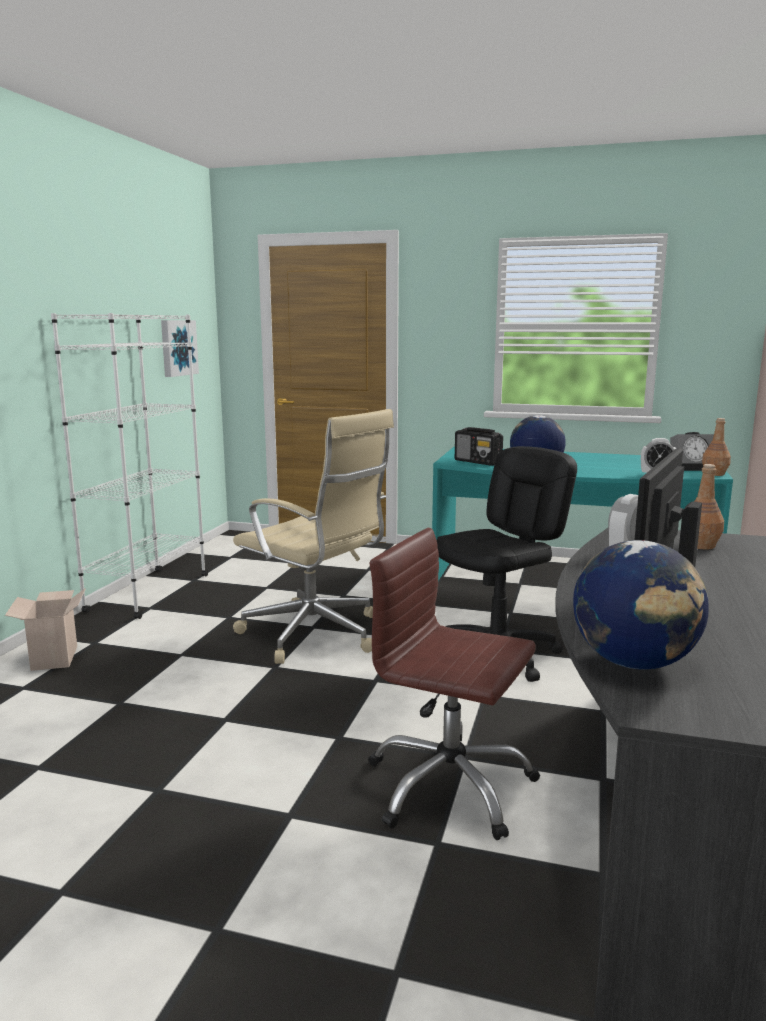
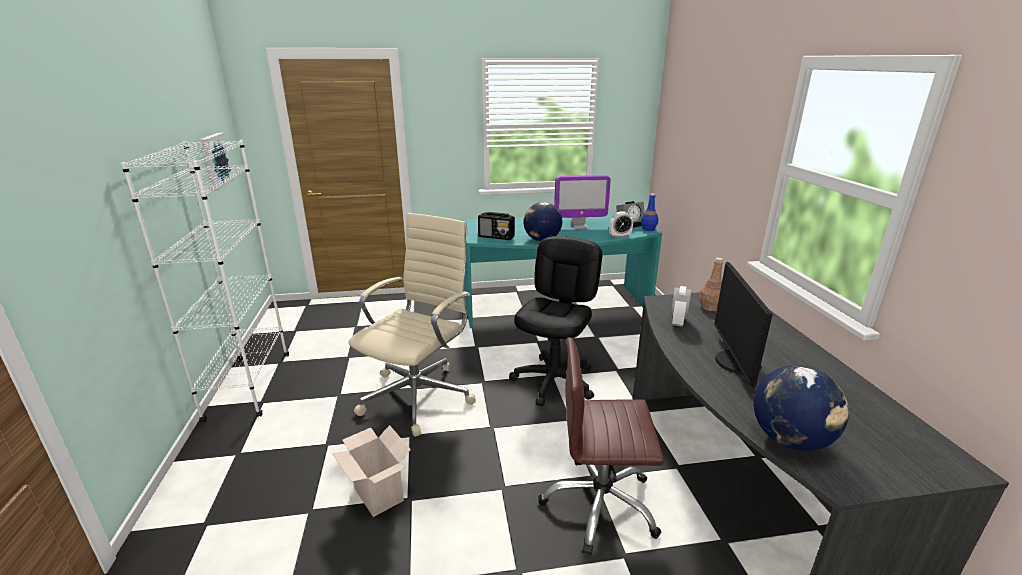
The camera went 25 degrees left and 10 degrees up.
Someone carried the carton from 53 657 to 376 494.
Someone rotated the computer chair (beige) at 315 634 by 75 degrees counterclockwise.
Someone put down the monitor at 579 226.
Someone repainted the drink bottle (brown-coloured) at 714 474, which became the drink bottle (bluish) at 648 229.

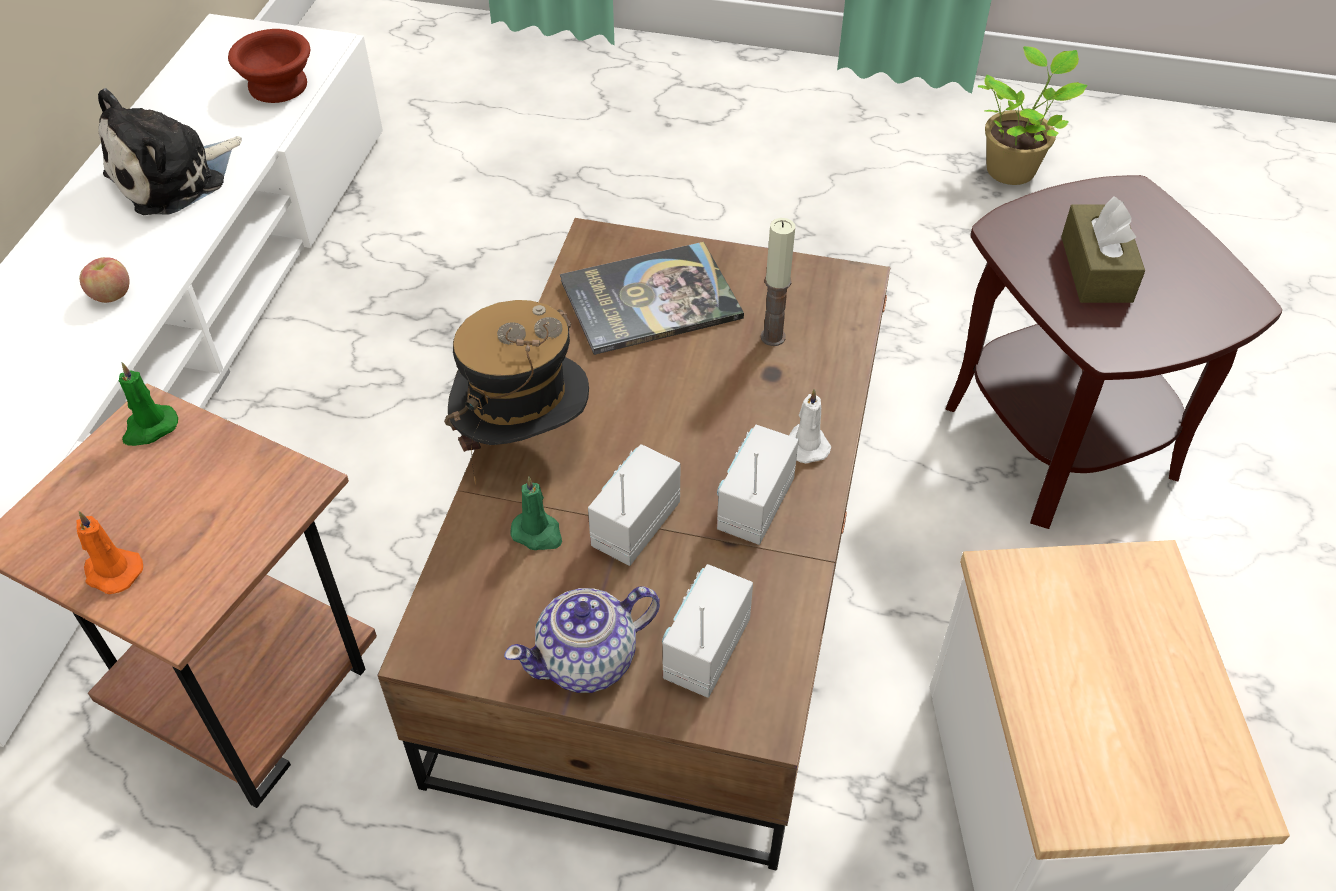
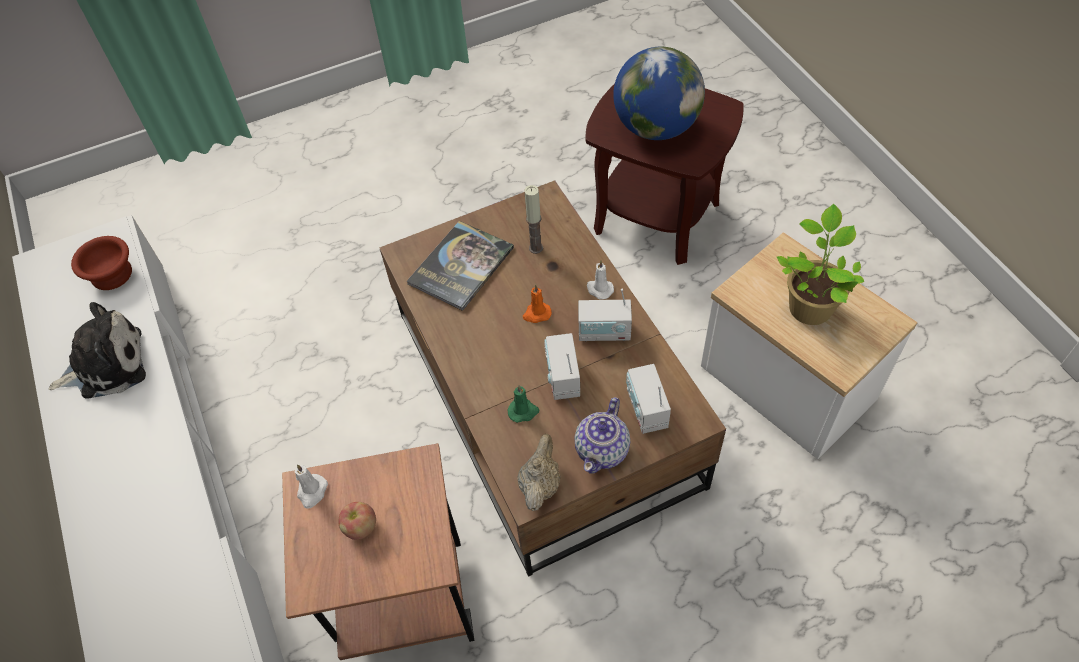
The camera went 35 degrees left and 5 degrees up.
Someone rotated the cuddly toy at 173 177 by 120 degrees counterclockwise.
Someone repainted the wax light (green) at 149 428, which became the wax light (white) at 312 492.
Someone carried the apple fruit from 111 295 to 361 527.
Someone put down the teapot (beige) at 540 485.
Someone carried the wax light (orange-coloured) from 112 572 to 536 314.
Someone rotated the radio set at 754 506 by 75 degrees counterclockwise.
Someone swapped the tissue box (brown-coloured) at 1096 269 for the globe at 656 128.
Someone carried the potted plant from 1013 168 to 810 305.
Someone took away the wearable hat at 524 443.

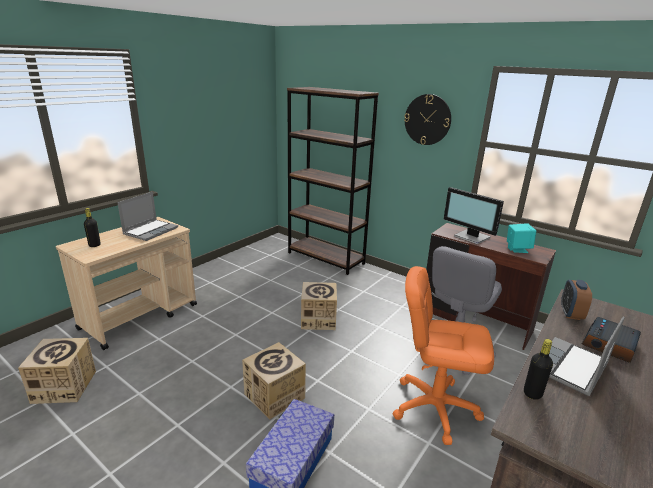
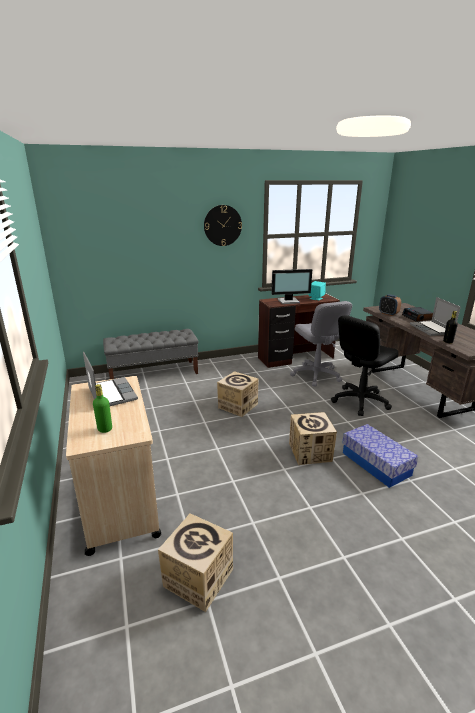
The camera went 55 degrees left and 0 degrees up.
Someone repainted the drink bottle (black) at 94 245, which became the drink bottle (green) at 105 429.
Someone swapped the shelving unit (brown-coloured) at 326 258 for the bench (greyish) at 153 373.
Someone repainted the computer chair (orange-coloured) at 434 407, which became the computer chair (black) at 360 401.

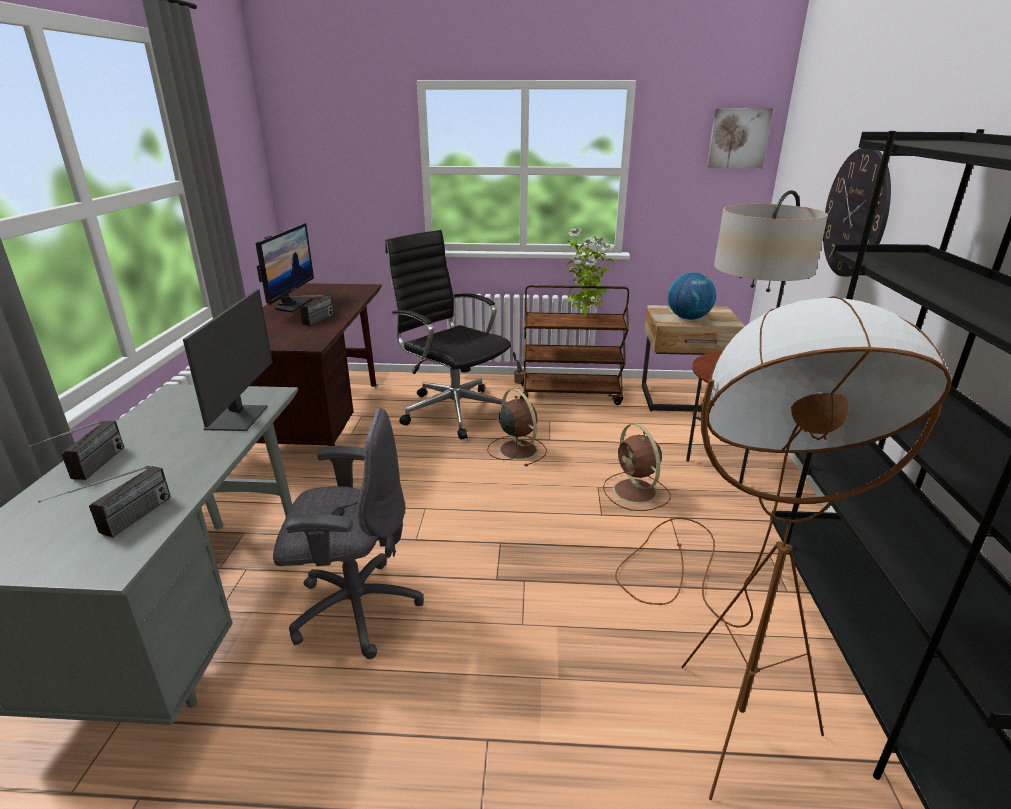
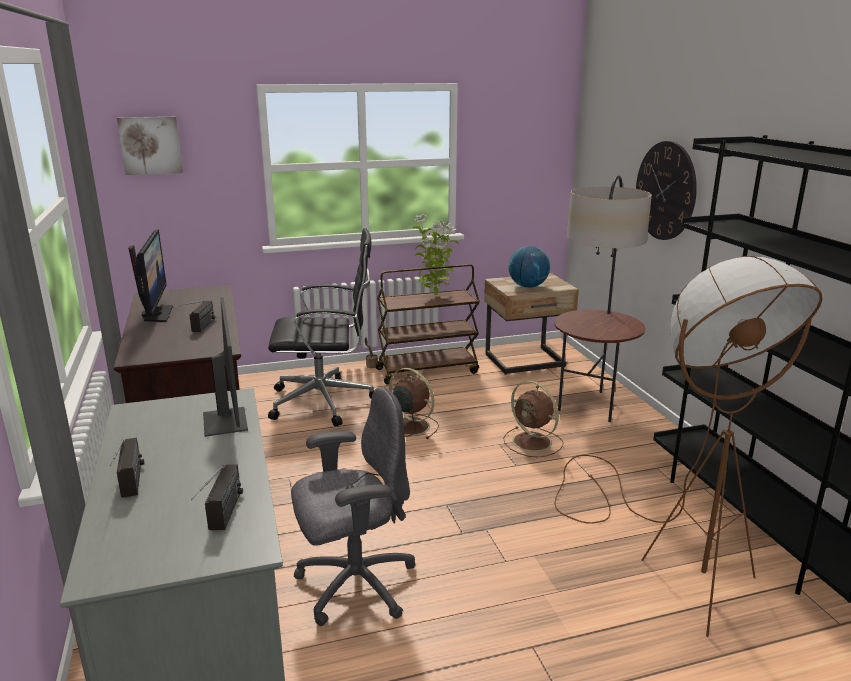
The camera went 20 degrees left and 5 degrees down.
Someone carried the wall picture from 738 138 to 150 145.
Someone rotated the computer chair (black) at 453 410 by 150 degrees clockwise.

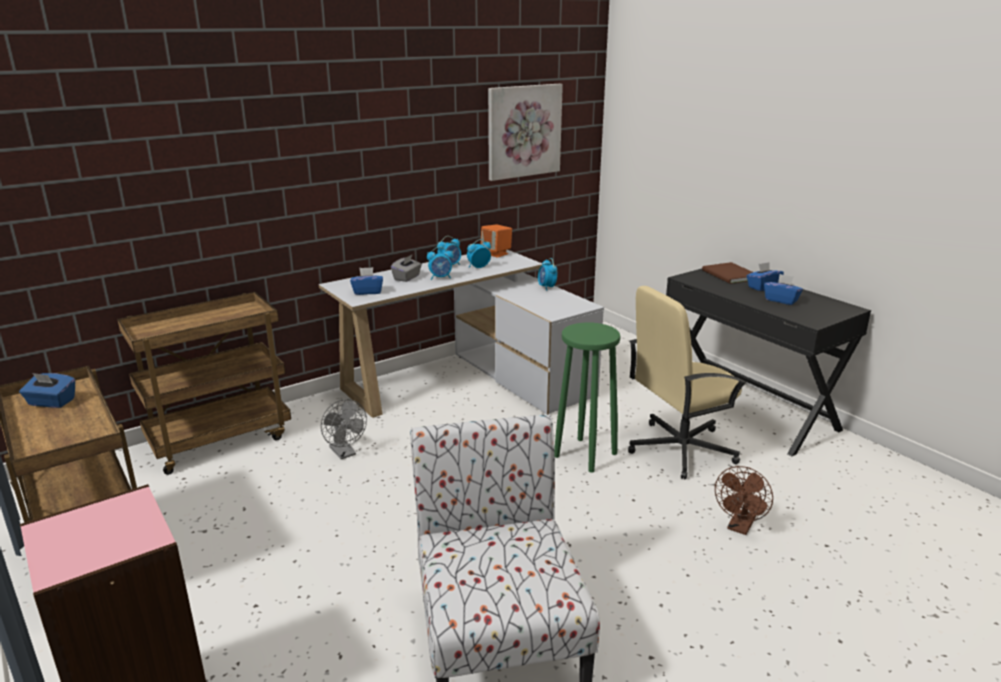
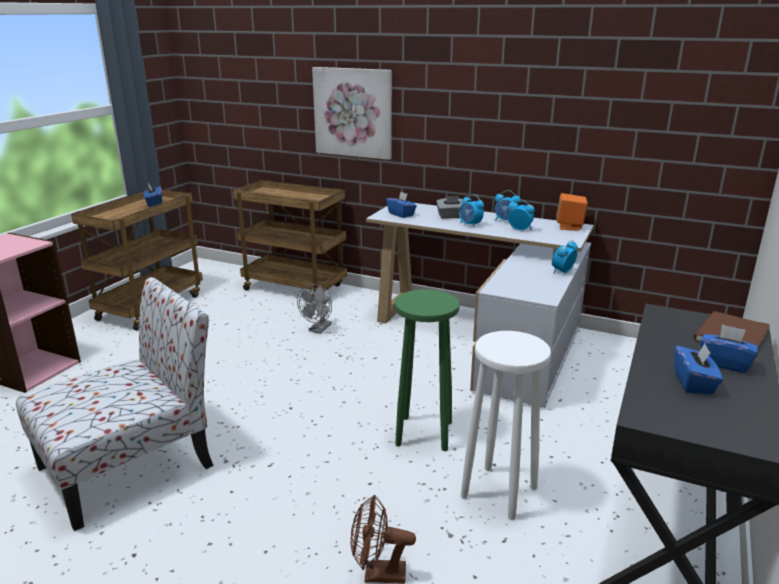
The camera went 60 degrees right and 0 degrees up.
Someone carried the wall picture from 523 131 to 353 112.
Someone swapped the computer chair (beige) at 679 449 for the stool (white) at 499 491.

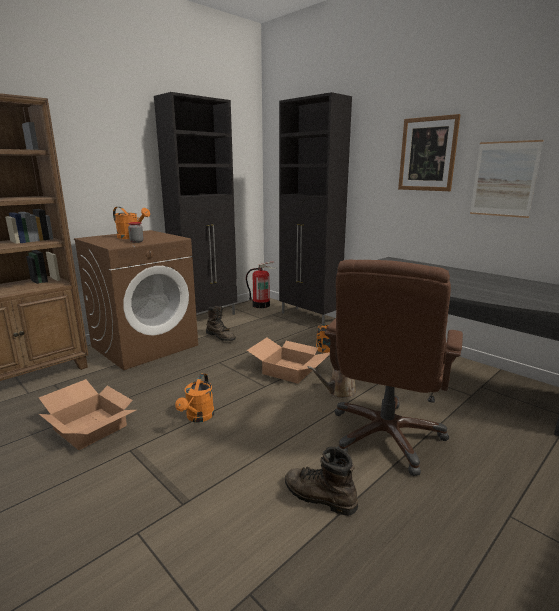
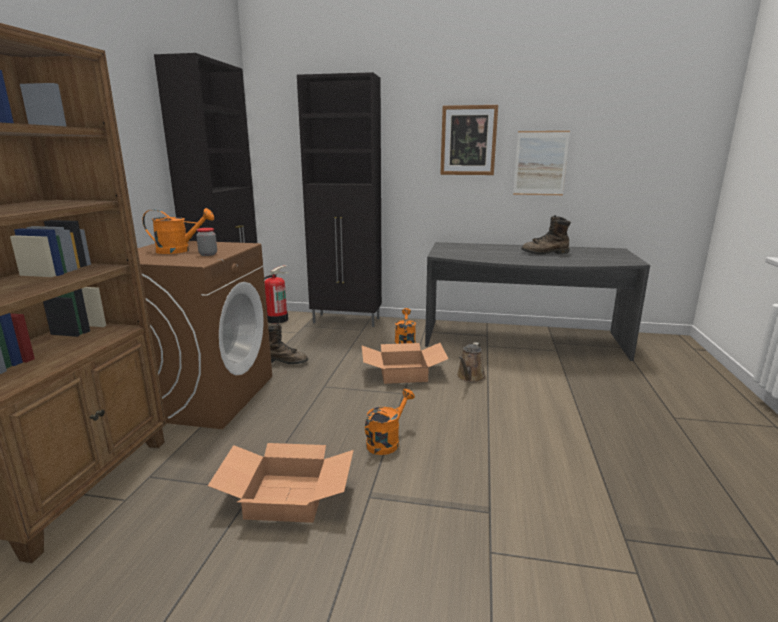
The camera went 35 degrees left and 0 degrees up.
Someone rotated the watering pot (orange-coloured) at 198 417 by 120 degrees counterclockwise.
Someone carried the tall boot (brown-coloured) from 319 497 to 545 253.
Someone took away the computer chair (brown-coloured) at 385 436.

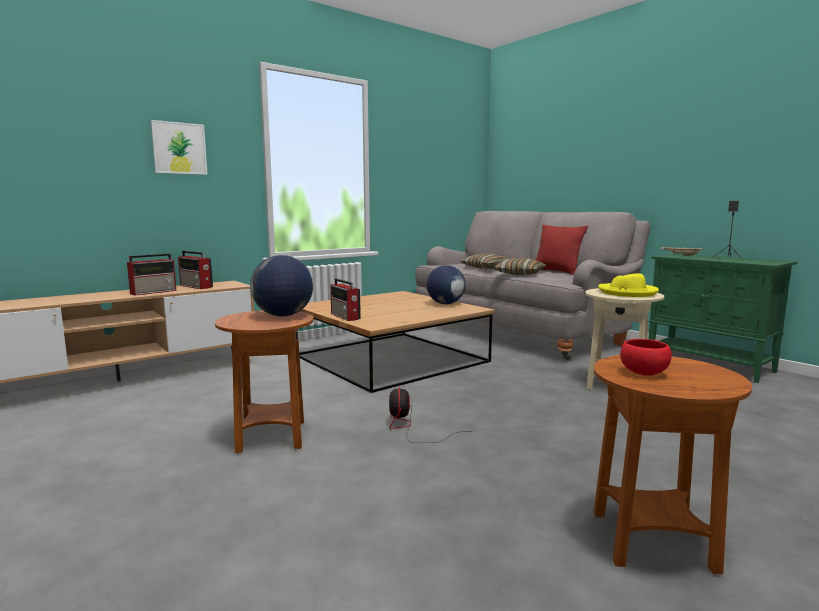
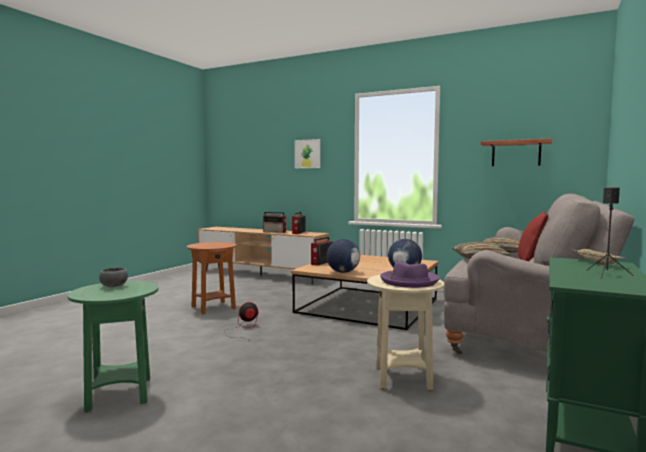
The camera went 65 degrees right and 5 degrees down.
Someone repainted the accent table (brown-coloured) at 651 542, which became the accent table (green) at 119 395.
Someone repainted the serving bowl (red) at 643 372, which became the serving bowl (greyish) at 114 286.
Someone carried the globe from 283 316 to 342 272.
Someone repainted the wearable hat (yellow-coloured) at 627 292, which became the wearable hat (purple) at 409 281.
Someone put up the wall shelf at 516 153.

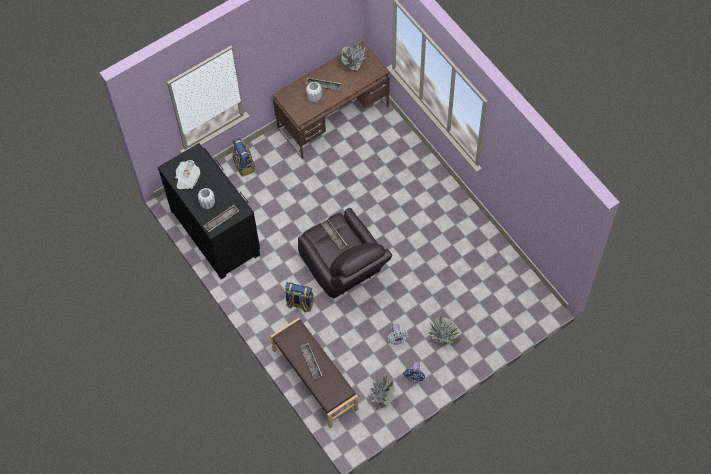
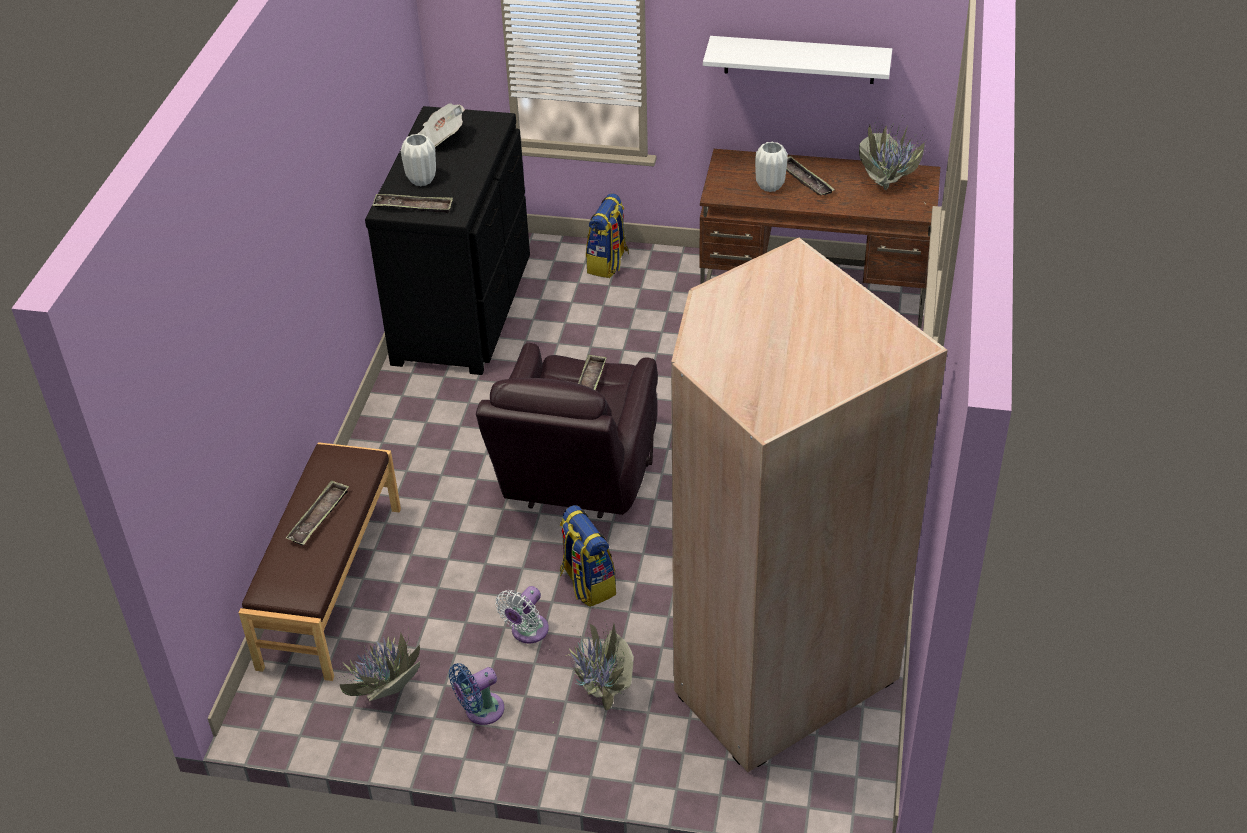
The camera went 45 degrees right and 20 degrees down.
Someone carried the backpack from 300 303 to 587 583.
Someone put down the armoire (beige) at 771 664.
Someone put up the wall shelf (white) at 799 60.

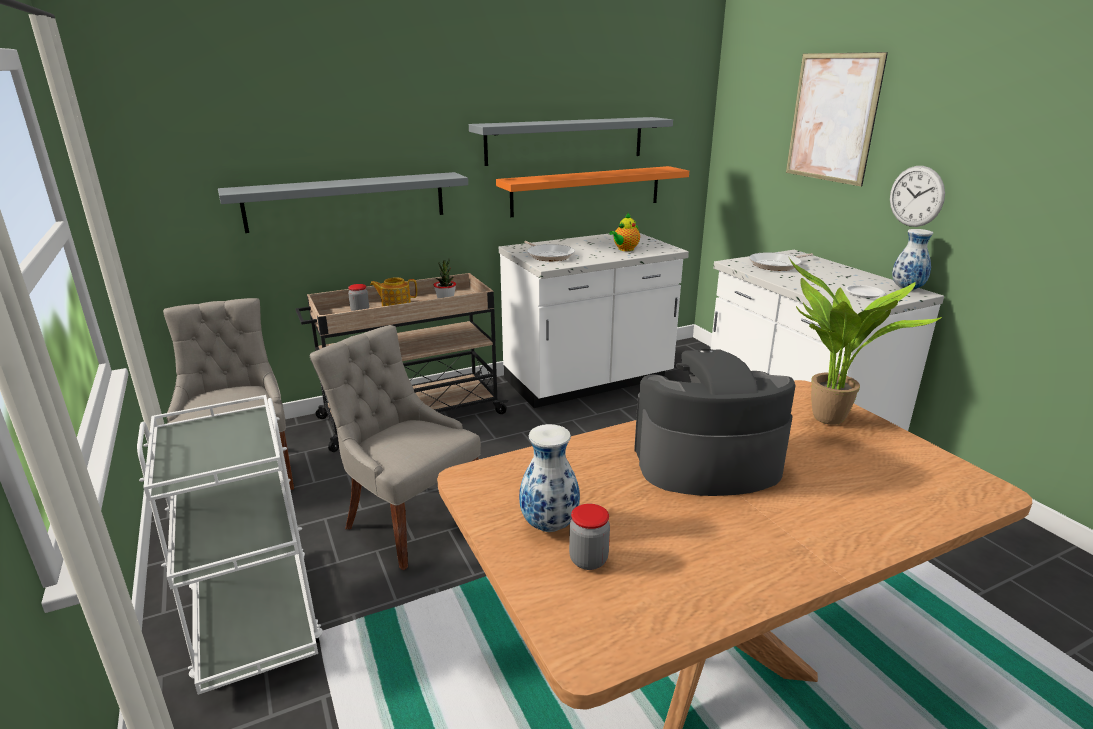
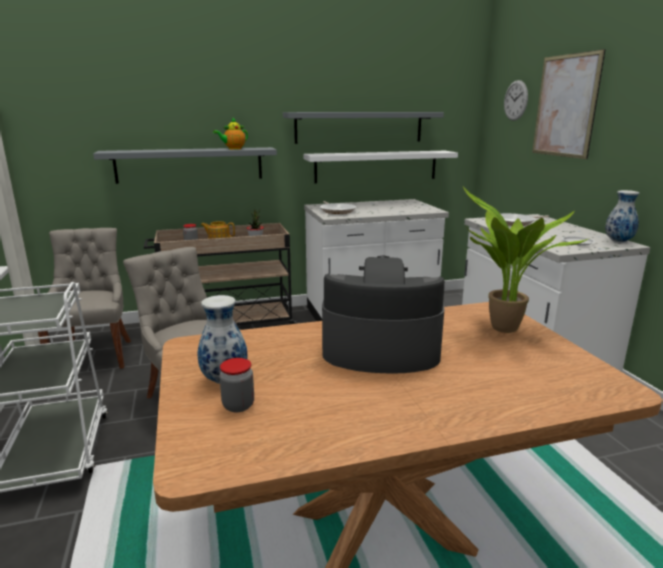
The camera went 10 degrees right and 5 degrees down.
Someone carried the teapot from 624 249 to 233 149.
Someone repainted the wall shelf (orange-coloured) at 587 191, which became the wall shelf (white) at 376 166.
Someone carried the clock on the wall from 916 196 to 515 100.

